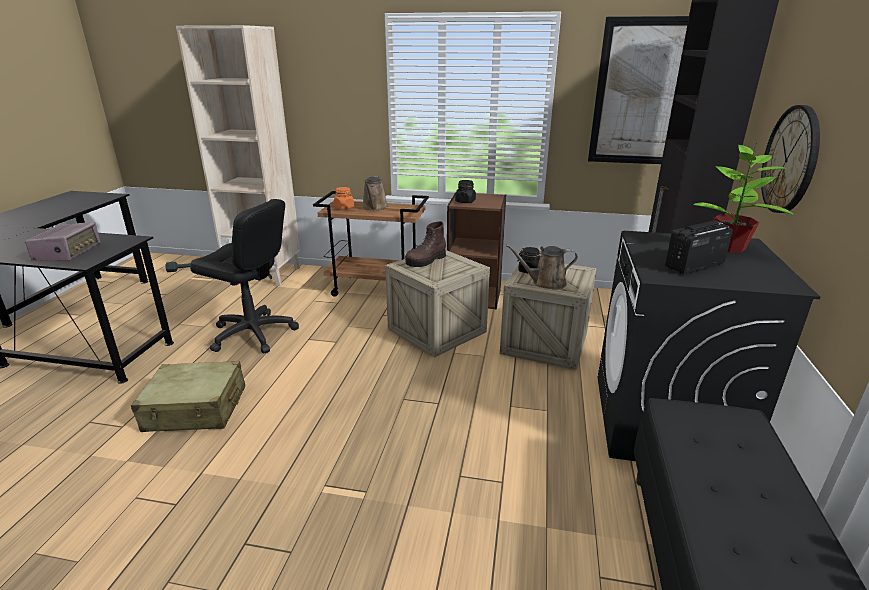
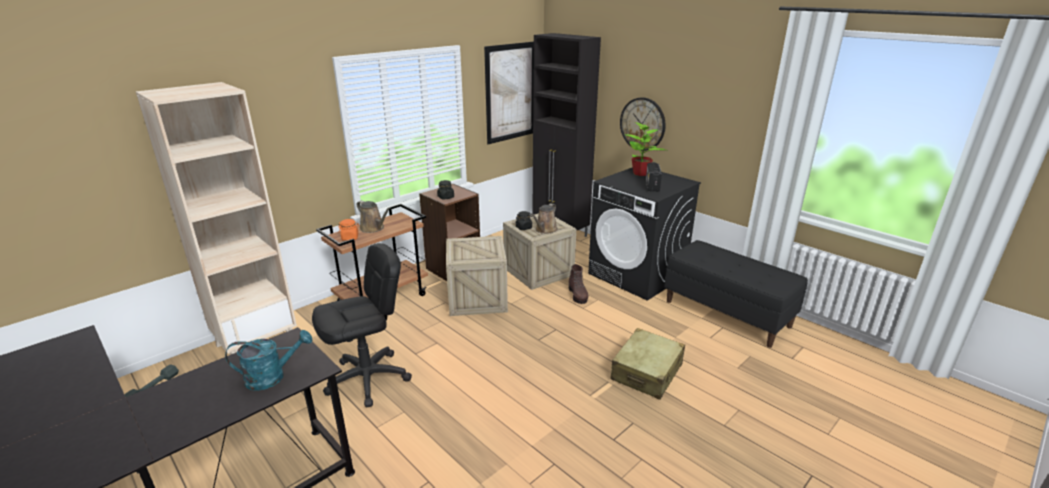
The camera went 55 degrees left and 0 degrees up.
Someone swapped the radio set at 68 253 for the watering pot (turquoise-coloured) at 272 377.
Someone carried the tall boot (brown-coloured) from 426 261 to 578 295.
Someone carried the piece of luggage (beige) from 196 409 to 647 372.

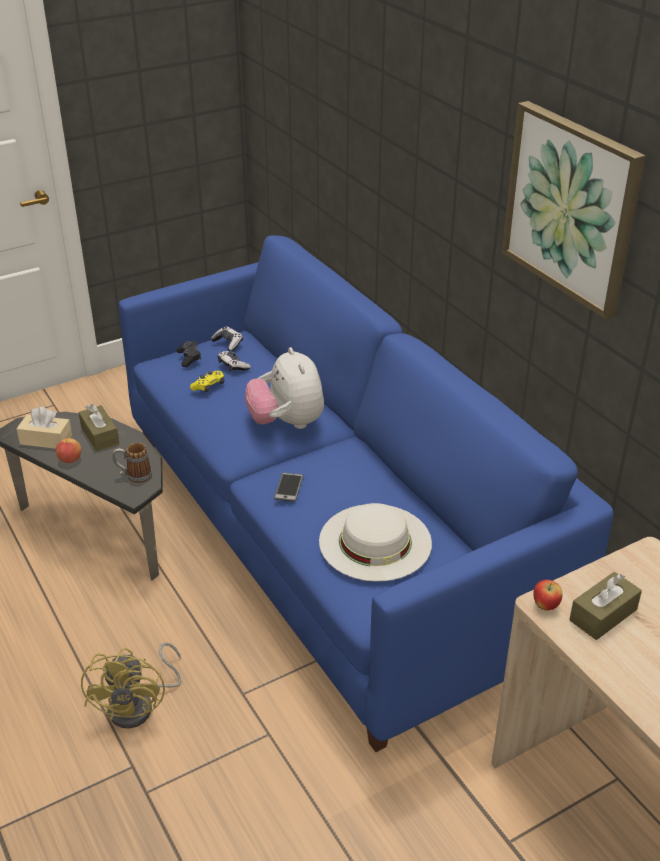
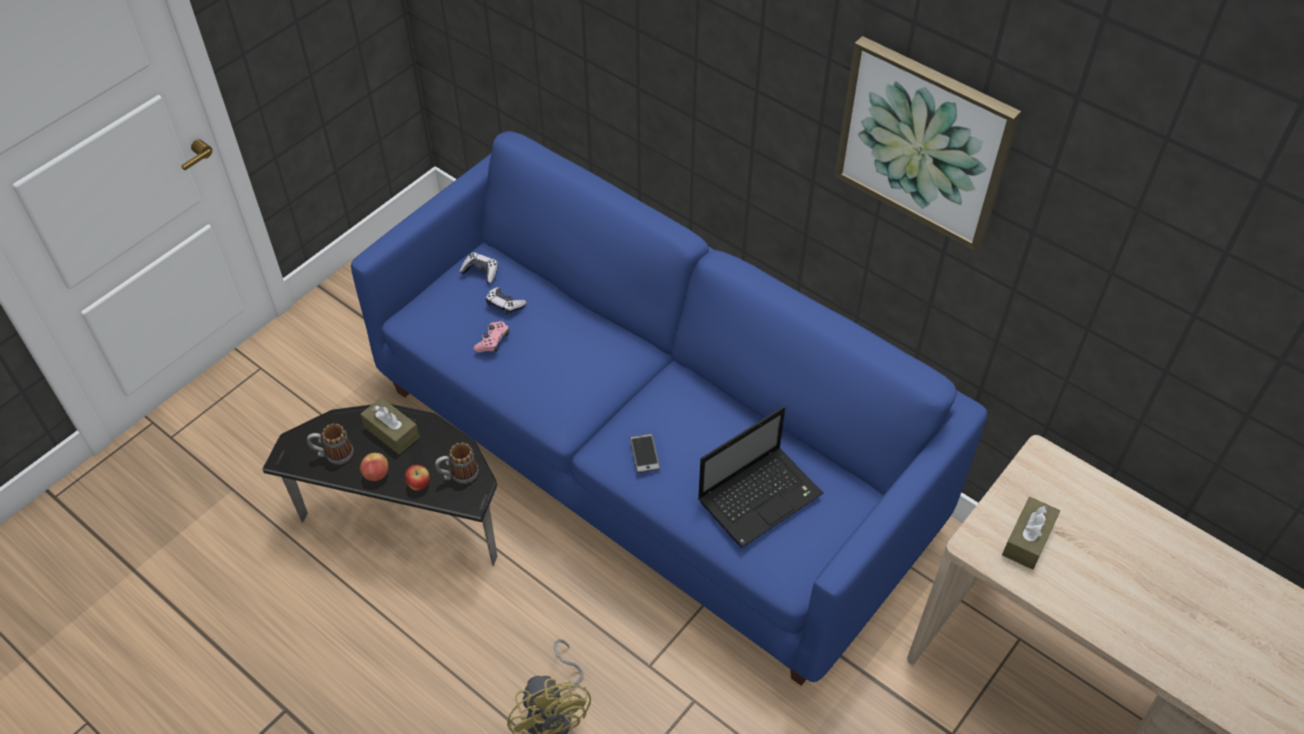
The camera went 20 degrees left and 15 degrees up.
Someone swapped the tissue box (beige) at 46 440 for the mug at 333 455.
Someone carried the apple fruit from 545 606 to 419 484.
Someone repainted the joypad (yellow-coloured) at 208 386, which became the joypad (pinkish) at 493 341.
Someone swapped the wearable hat (white) at 375 542 for the portable computer at 761 496.
Someone took away the joypad (black) at 189 358.
Someone took away the cuddly toy at 287 423.

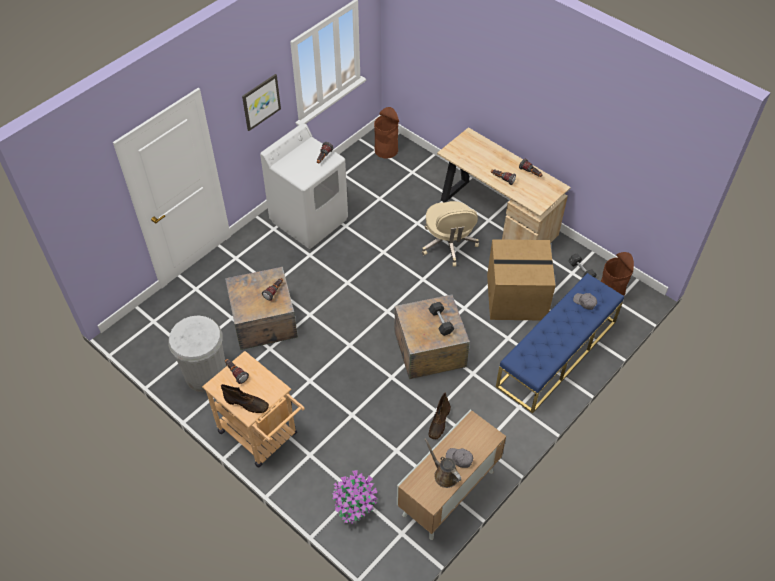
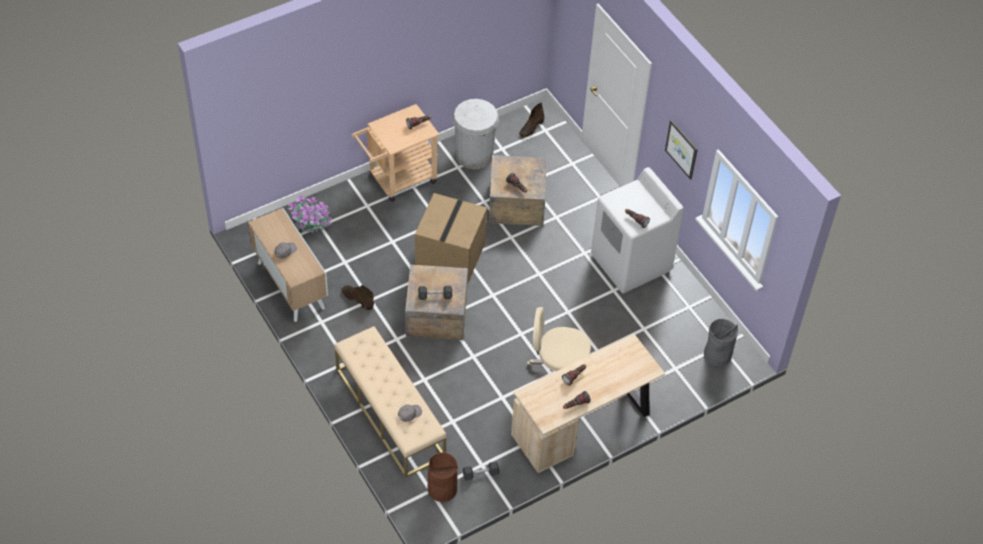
The camera went 105 degrees right and 0 degrees up.
Someone repainted the bench (bluish) at 557 354, which became the bench (beige) at 389 412.
Someone carried the carton from 515 298 to 450 254.
Someone carried the tall boot (brown-coloured) from 247 403 to 531 128.
Someone repainted the waste bin (brown-coloured) at 386 150, which became the waste bin (greyish) at 717 354.
Someone took away the watering pot (brown-coloured) at 444 474.

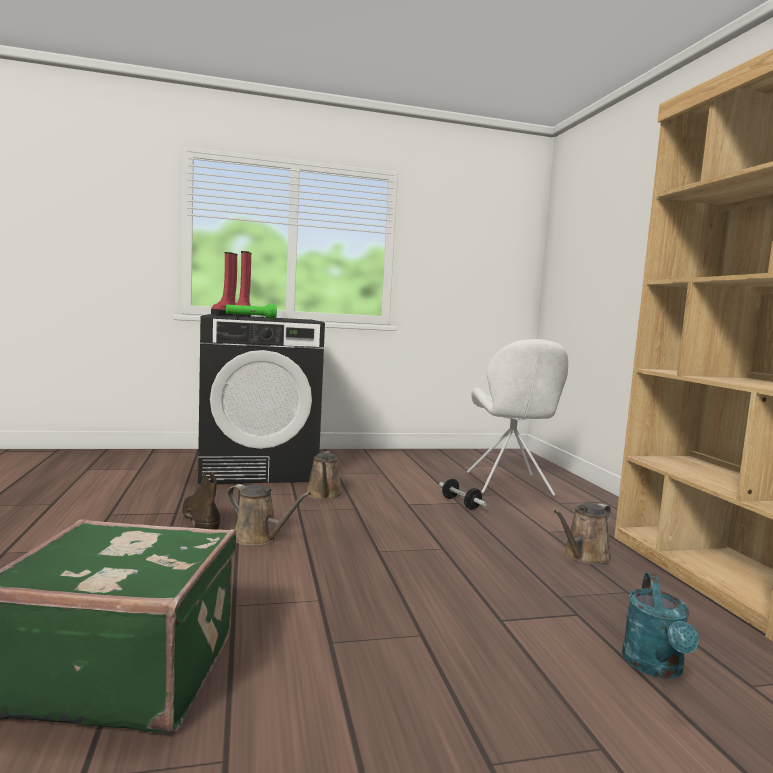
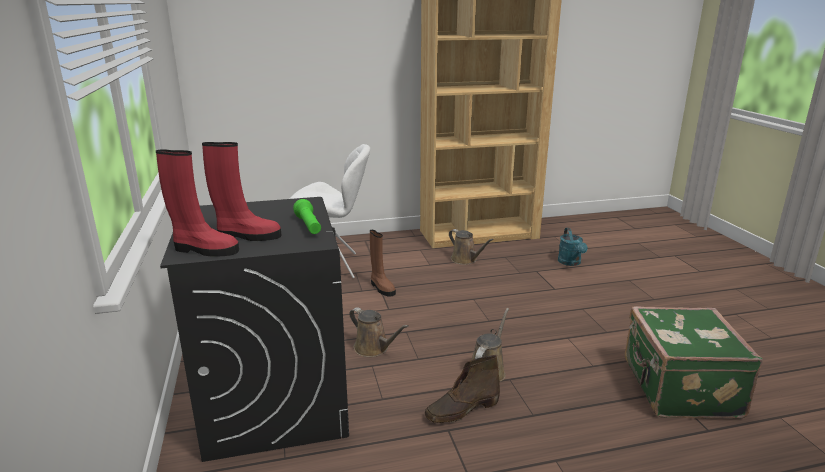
The camera went 90 degrees left and 15 degrees up.
Someone rotated the watering pot (brown-coloured) at 324 495 by 45 degrees clockwise.
Someone swapped the hand weight at 460 503 for the tall boot (brown-coloured) at 381 288.
Someone rotated the watering pot (turquoise-coloured) at 655 667 by 75 degrees clockwise.

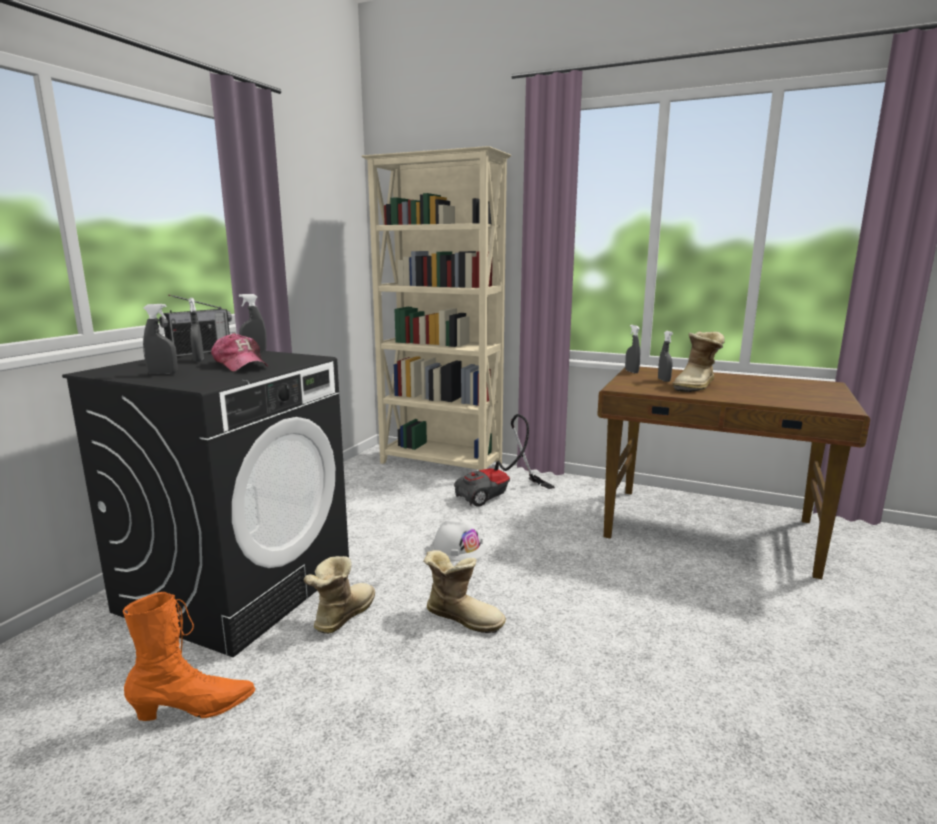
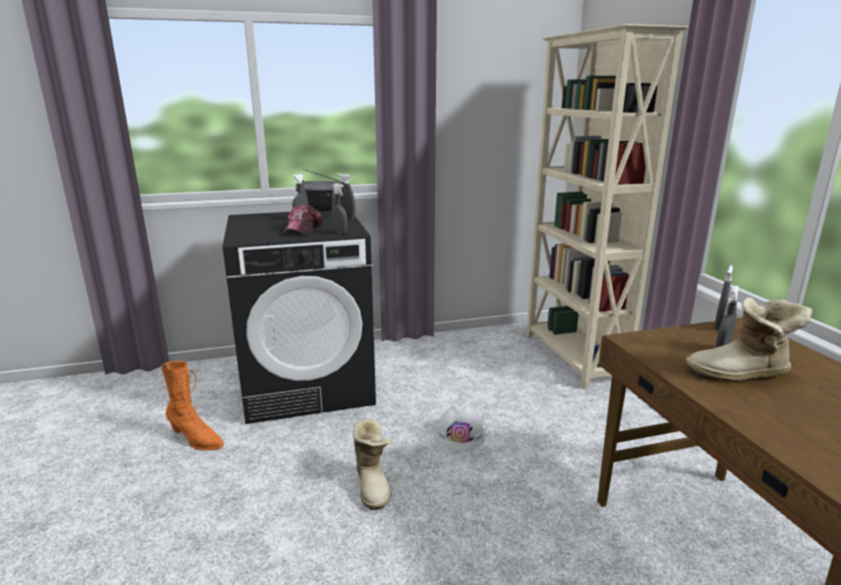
The camera went 50 degrees right and 5 degrees up.
Someone carried the hand sprayer (greyish) from 163 374 to 340 233.
Someone took away the tall boot at 341 616.
Someone took away the vacuum cleaner at 499 496.

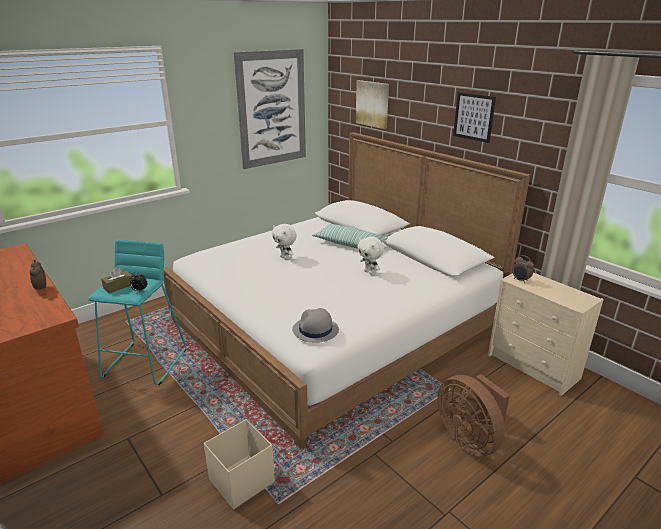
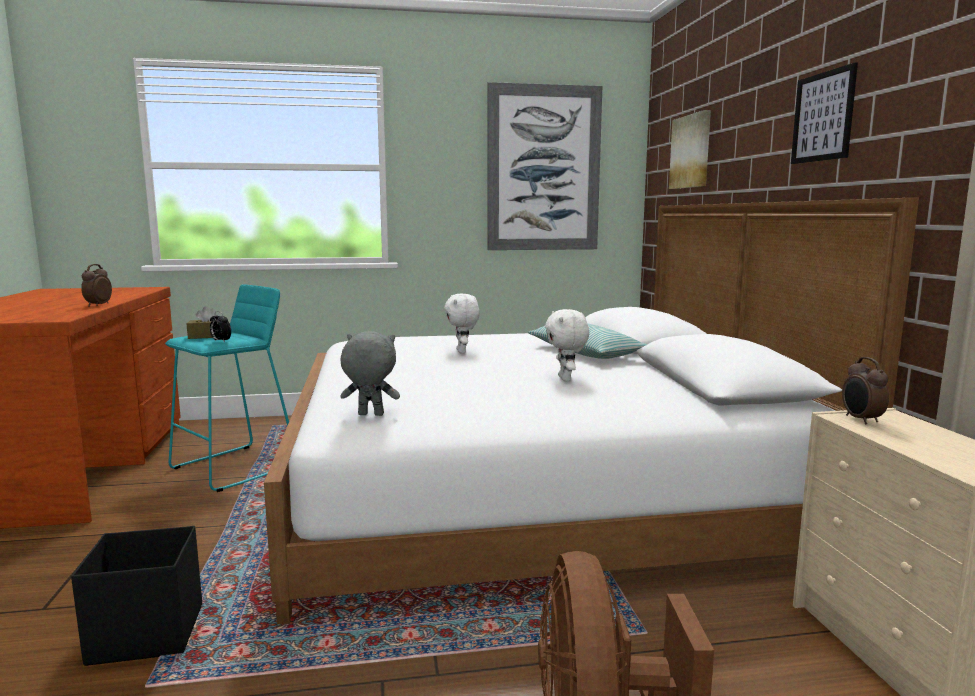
The camera went 30 degrees right and 15 degrees down.
Someone repainted the storage bin (beige) at 241 481, which became the storage bin (black) at 145 633.
Someone swapped the wearable hat (greyish) at 315 330 for the cuddly toy (greyish) at 370 415.

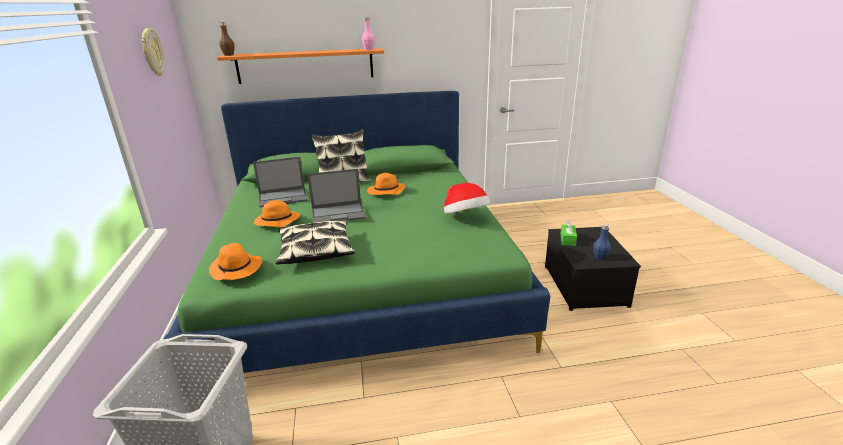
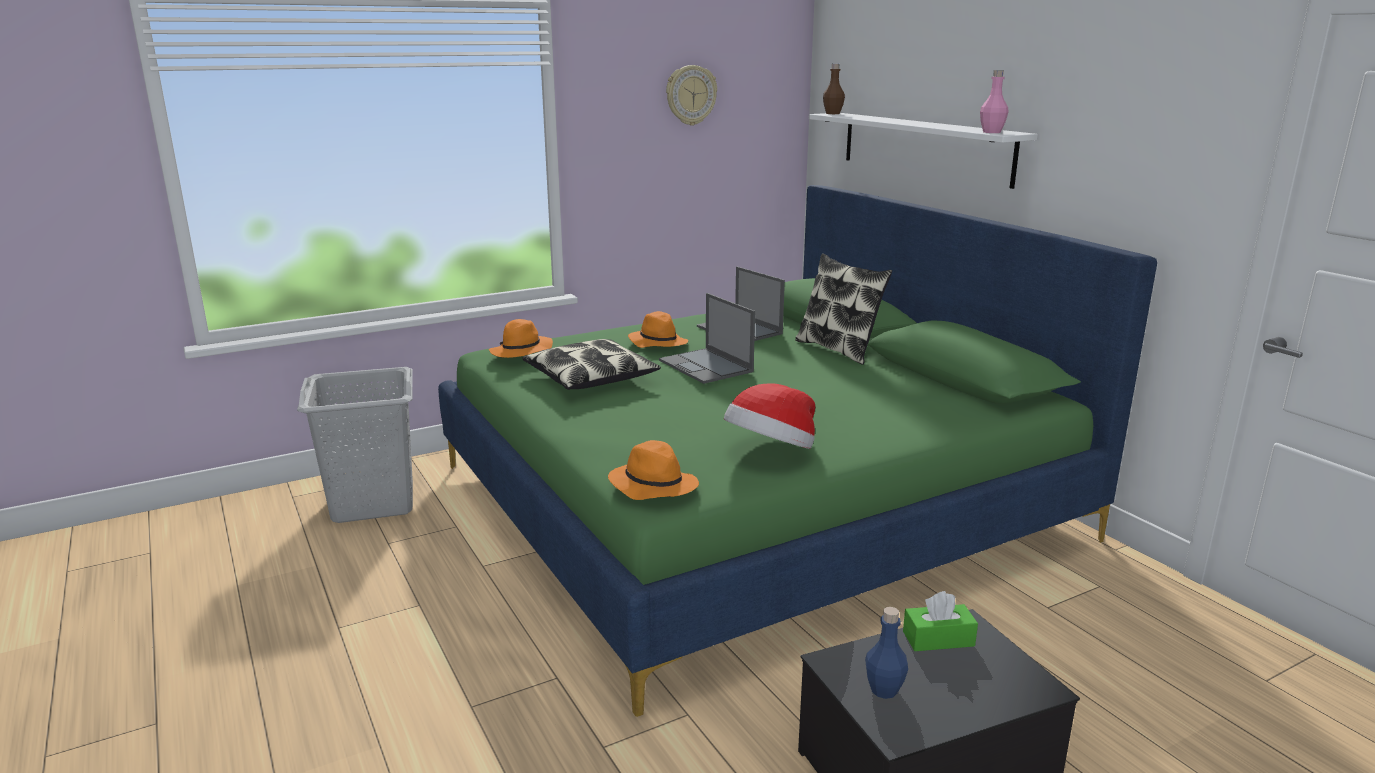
The camera went 70 degrees right and 5 degrees down.
Someone carried the wearable hat (orange-coloured) from 386 192 to 652 485.
Someone repainted the wall shelf (orange-coloured) at 305 66, which became the wall shelf (white) at 924 147.

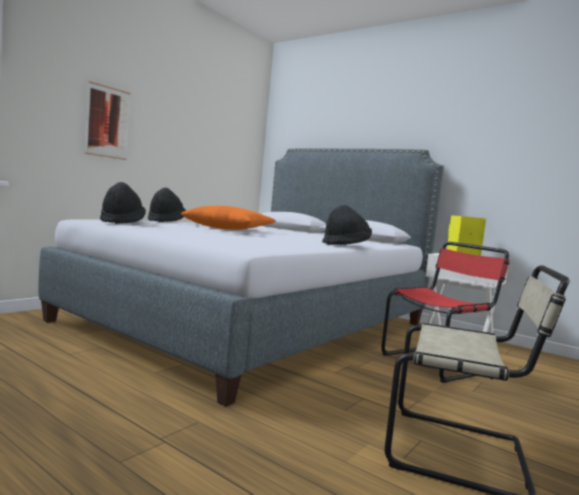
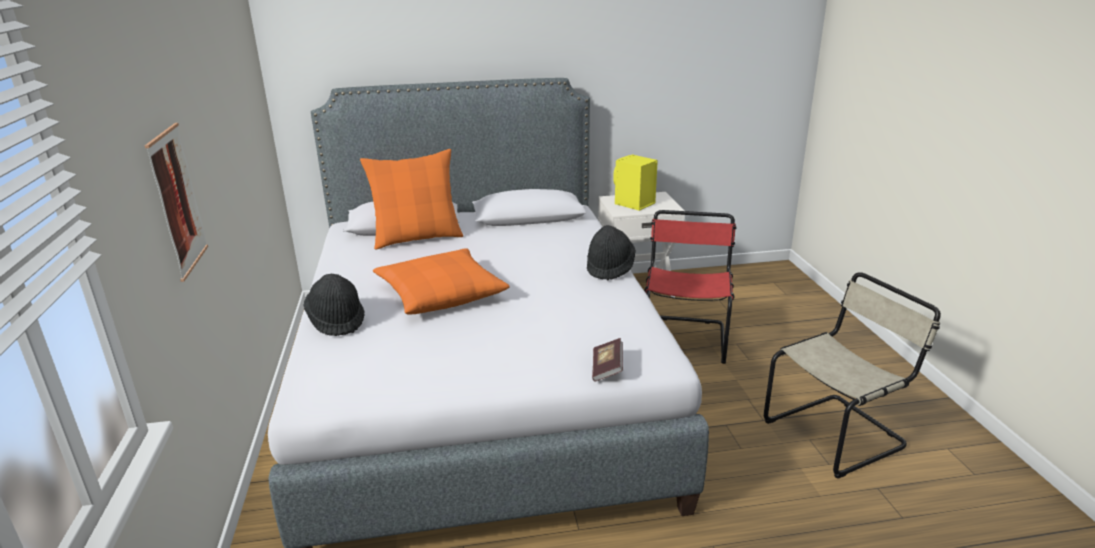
The camera went 45 degrees left and 20 degrees up.
Someone put down the cushion (orange-coloured) at 417 238.
Someone put down the book at 607 368.
Someone took away the wearable hat (black) at 122 222.

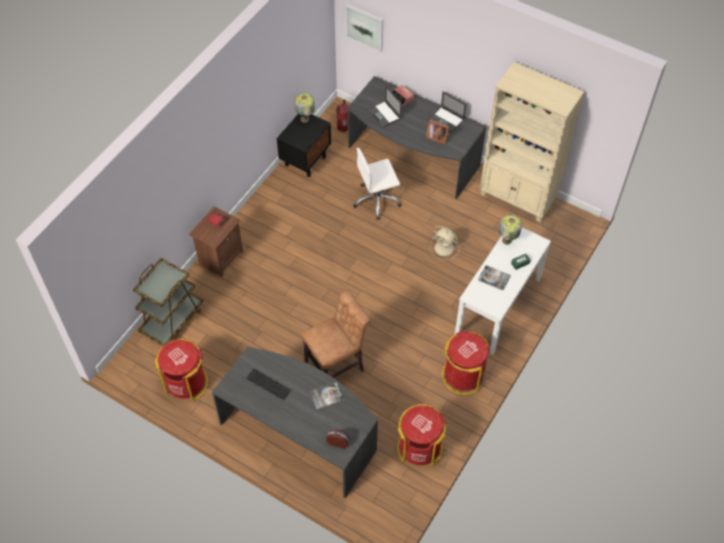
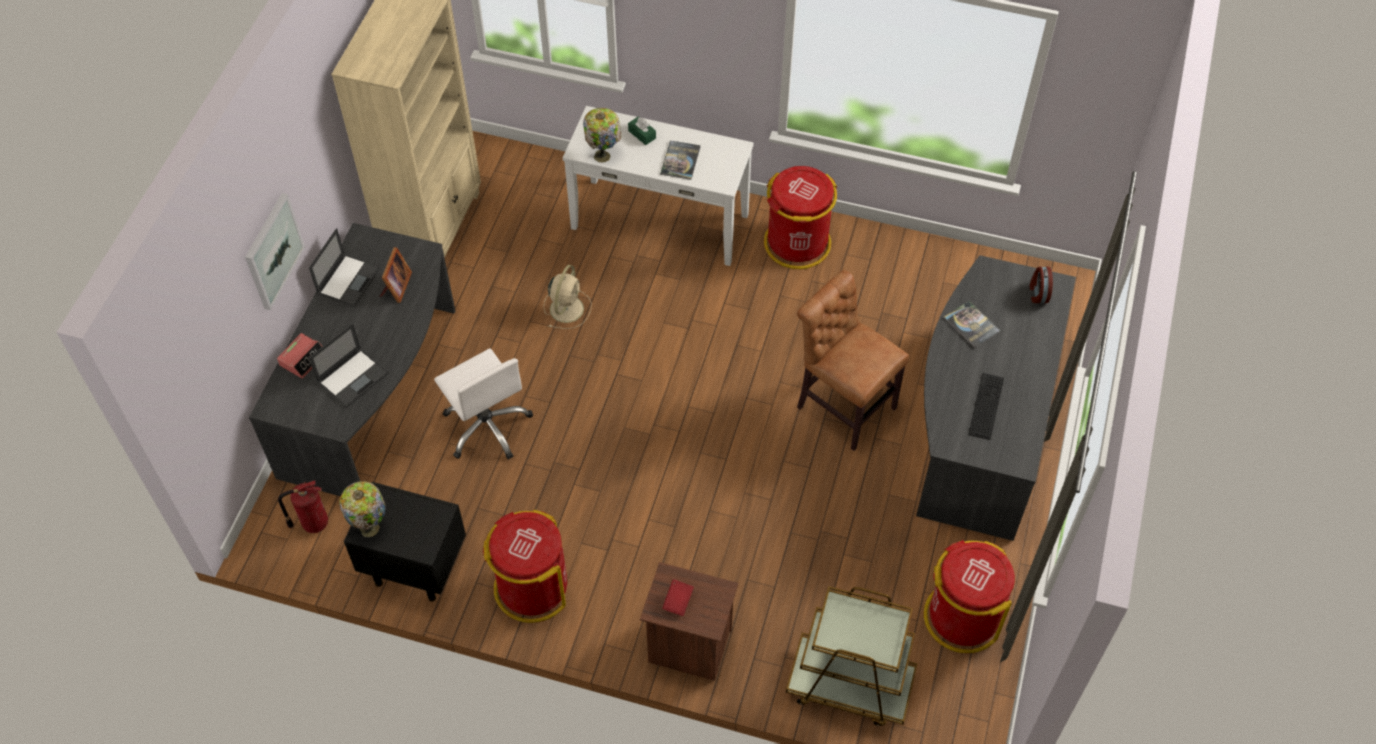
The camera went 105 degrees left and 0 degrees up.
Someone carried the wall picture from 365 27 to 273 251.
Someone carried the waste bin (red) from 419 447 to 531 587.

